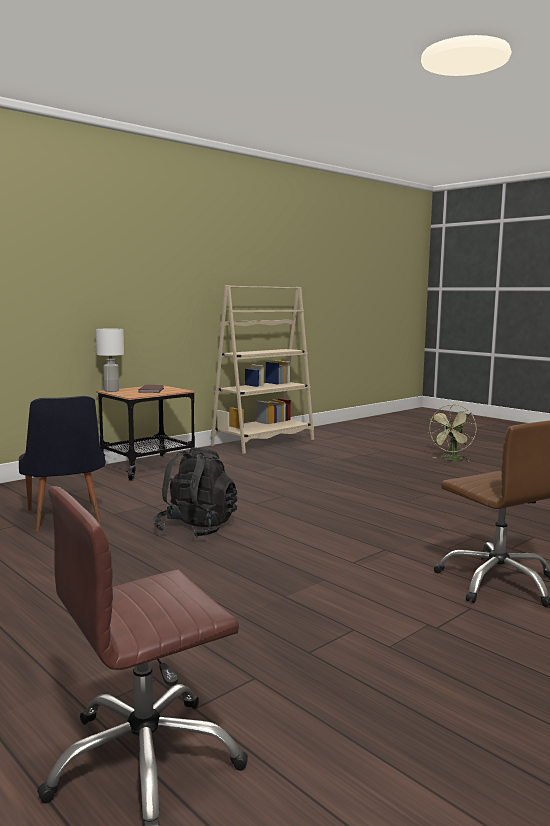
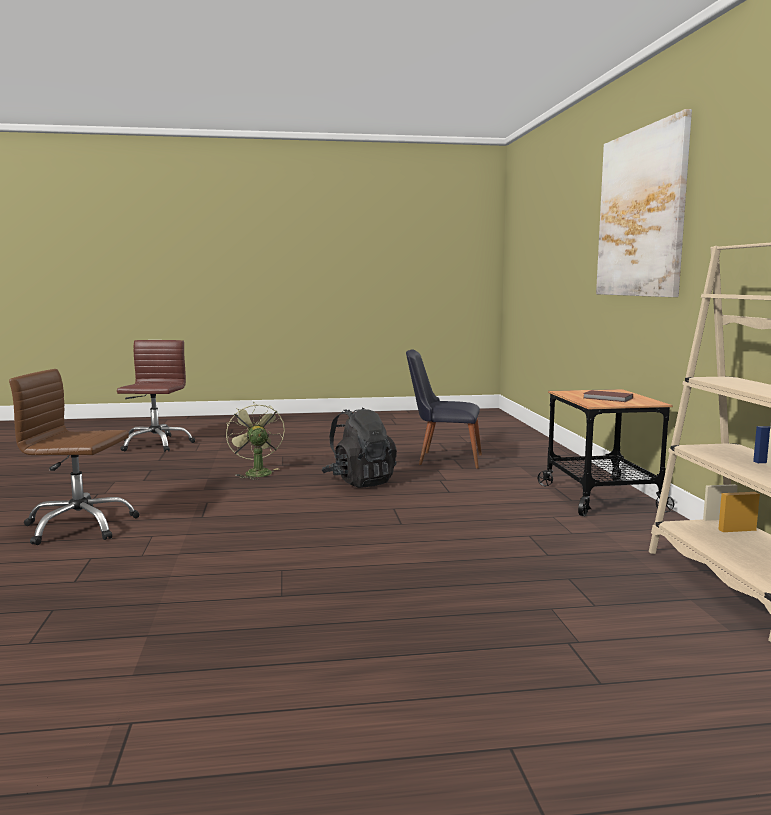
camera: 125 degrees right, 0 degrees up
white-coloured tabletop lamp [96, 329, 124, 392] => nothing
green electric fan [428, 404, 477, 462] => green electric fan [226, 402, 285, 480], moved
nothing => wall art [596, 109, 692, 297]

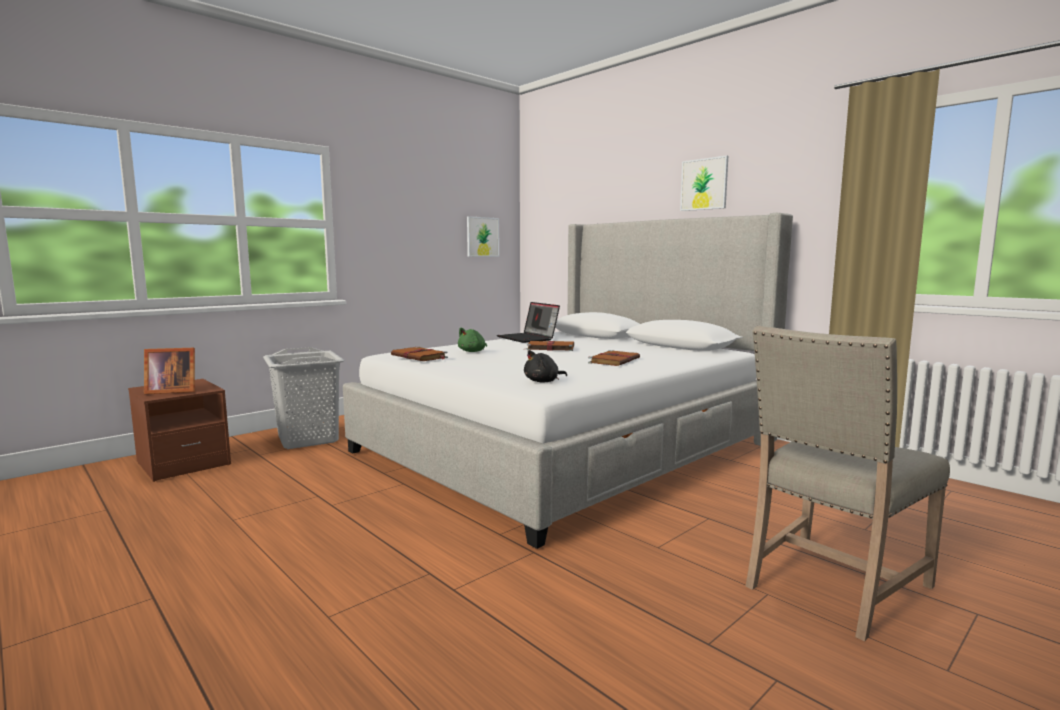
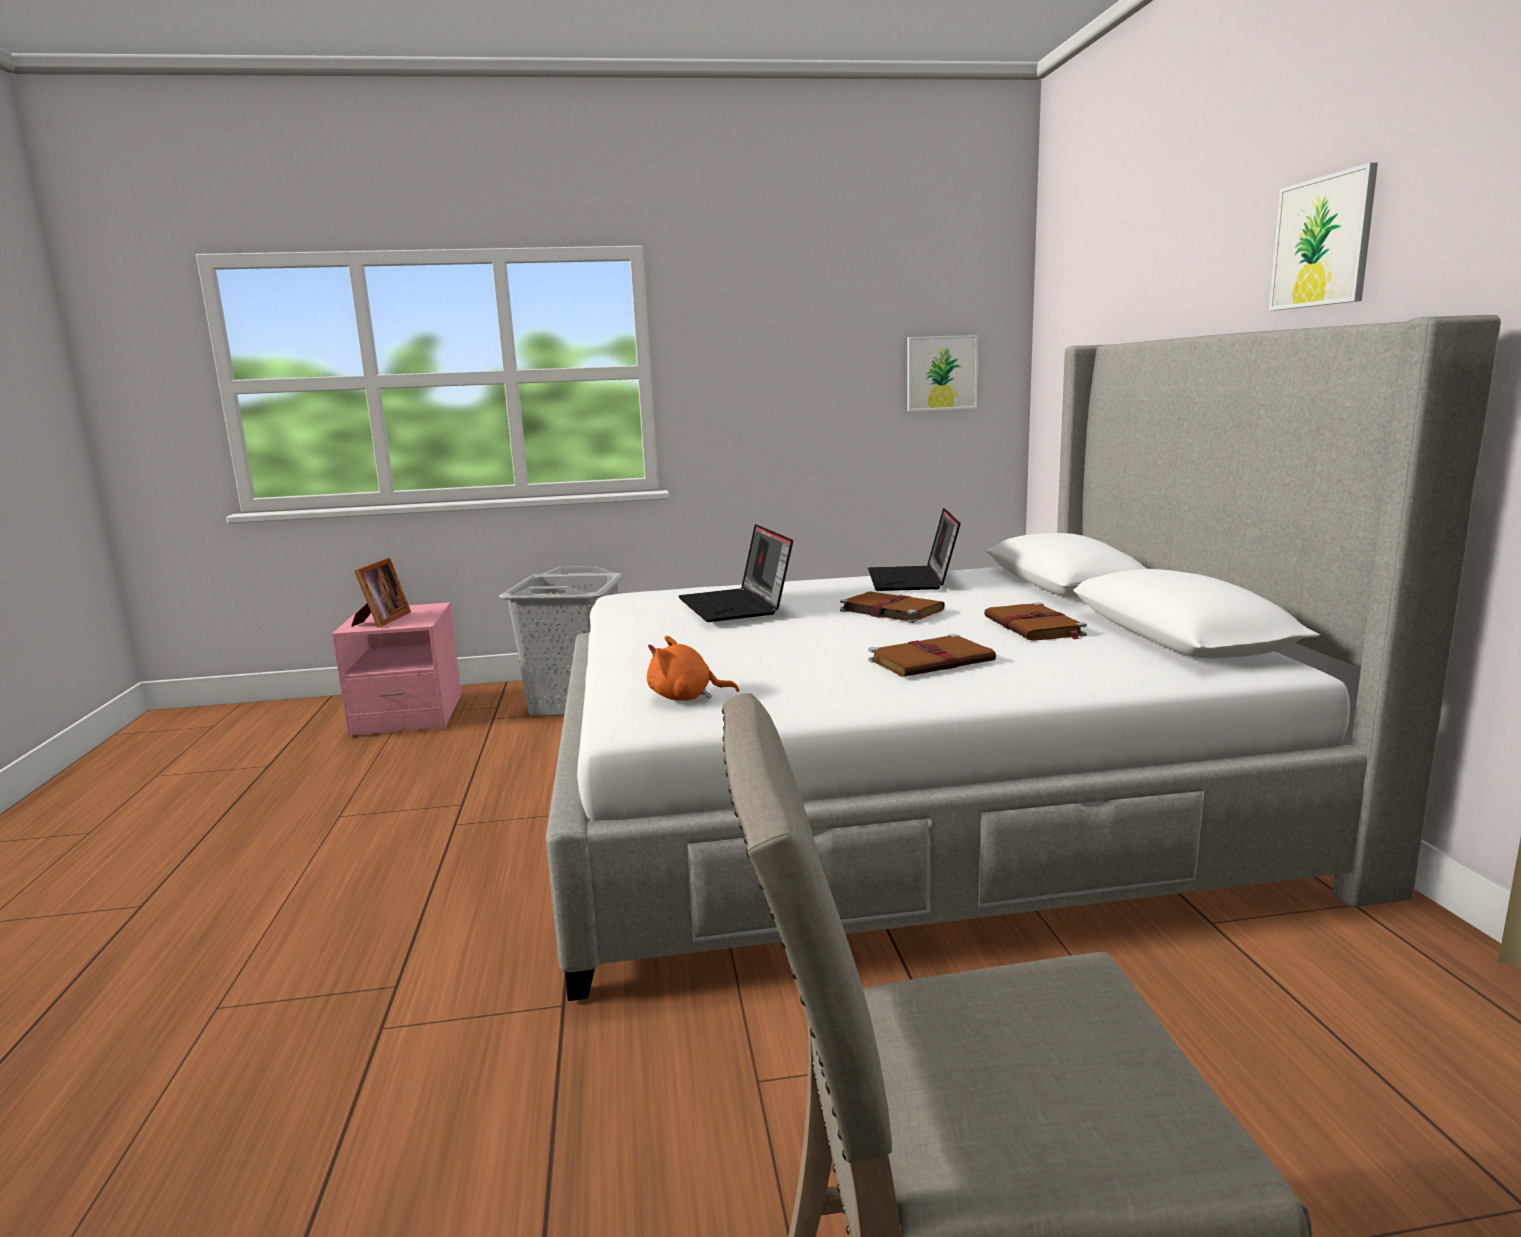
camera: 35 degrees right, 5 degrees up
green plush toy [458, 328, 487, 352] => notebook computer [678, 524, 793, 622]
brown bound book [391, 346, 448, 361] => brown bound book [984, 603, 1087, 641], moved
standing frame [144, 348, 195, 394] => standing frame [351, 558, 411, 628], 105 degrees counterclockwise
blackish plush toy [524, 350, 567, 382] => orange plush toy [647, 636, 739, 701]
brown night table [128, 379, 231, 482] => pink-coloured night table [332, 602, 461, 736]

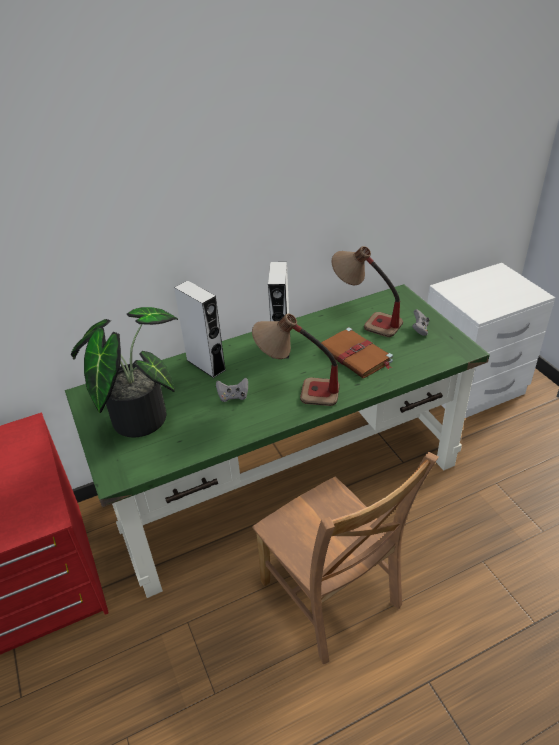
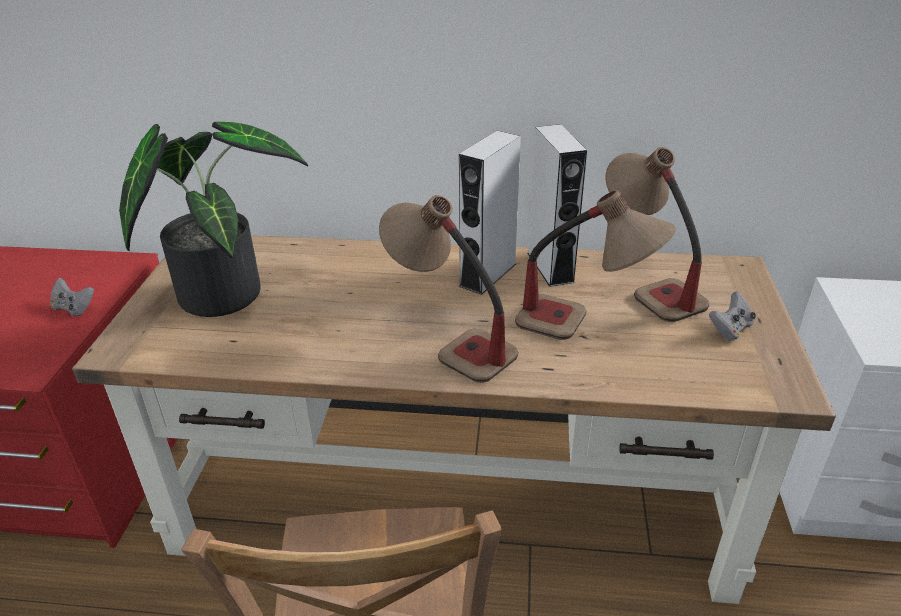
camera: 30 degrees right, 5 degrees down
grey speaker [174, 280, 226, 378] => grey speaker [528, 124, 587, 287], moved
green desk unit [65, 284, 490, 598] => brown desk unit [72, 235, 836, 604]
brown bound book [321, 327, 393, 378] => tabletop lamp [515, 190, 676, 340]
grey gamepad [216, 378, 248, 402] => grey gamepad [50, 278, 94, 316], moved

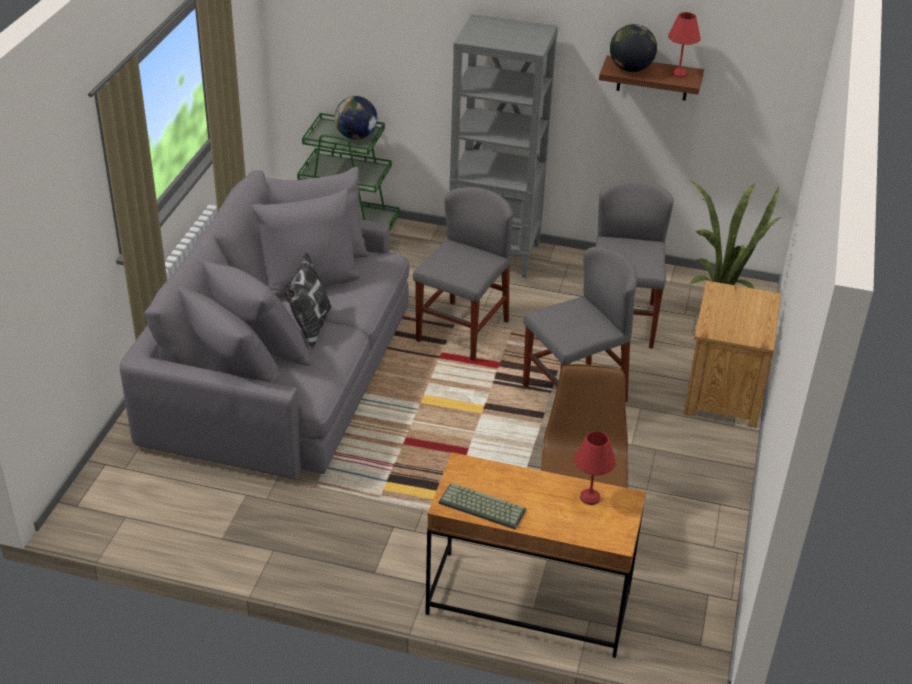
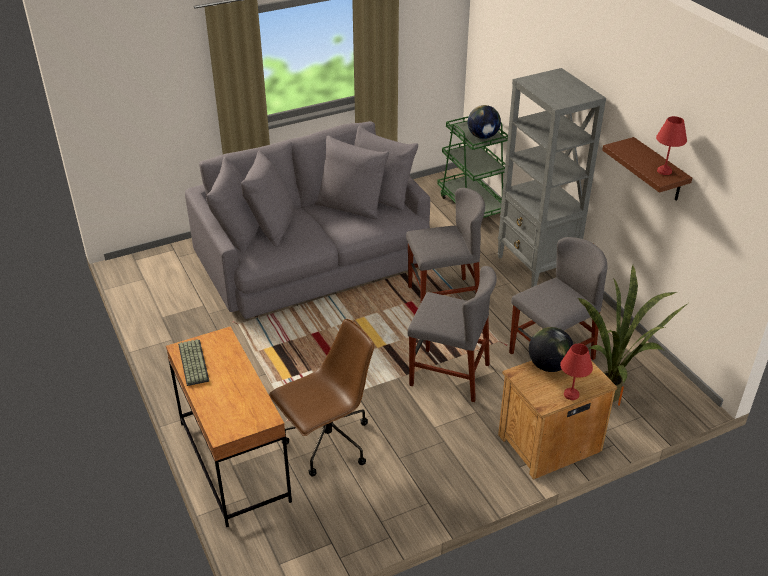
camera: 50 degrees right, 0 degrees up
world globe [610, 24, 657, 72] => world globe [529, 327, 574, 372], moved
throw pillow [283, 252, 331, 349] => nothing
red-coloured tabletop lamp [574, 431, 616, 505] => red-coloured tabletop lamp [560, 344, 593, 400], moved

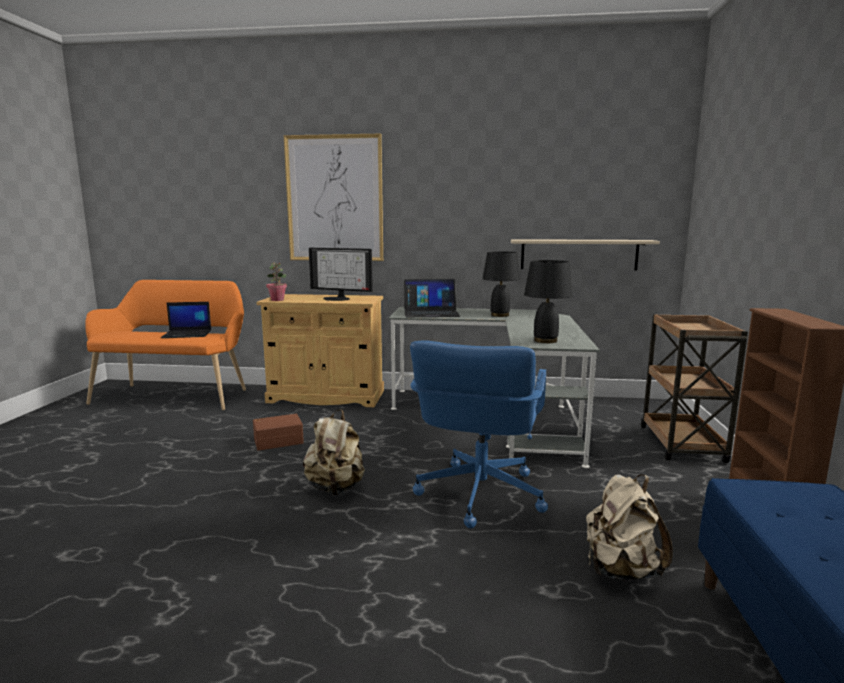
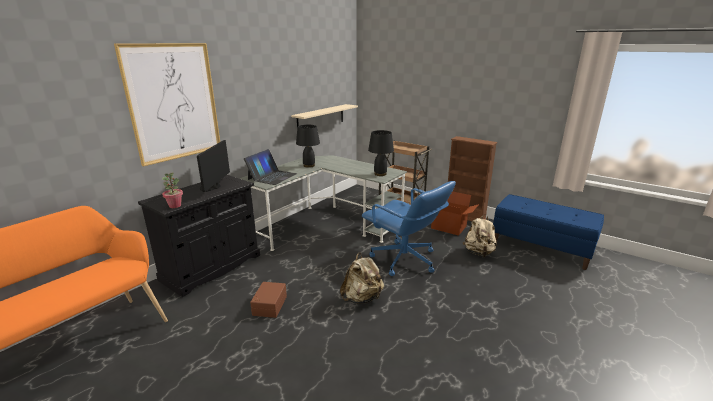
camera: 60 degrees left, 10 degrees up
monitor [309, 248, 373, 301] => monitor [197, 140, 230, 192], 135 degrees clockwise
beige cabinet [257, 294, 384, 407] => blackish cabinet [138, 175, 260, 297]
notebook computer [161, 302, 211, 338] => nothing
nothing => packing box [431, 191, 479, 236]

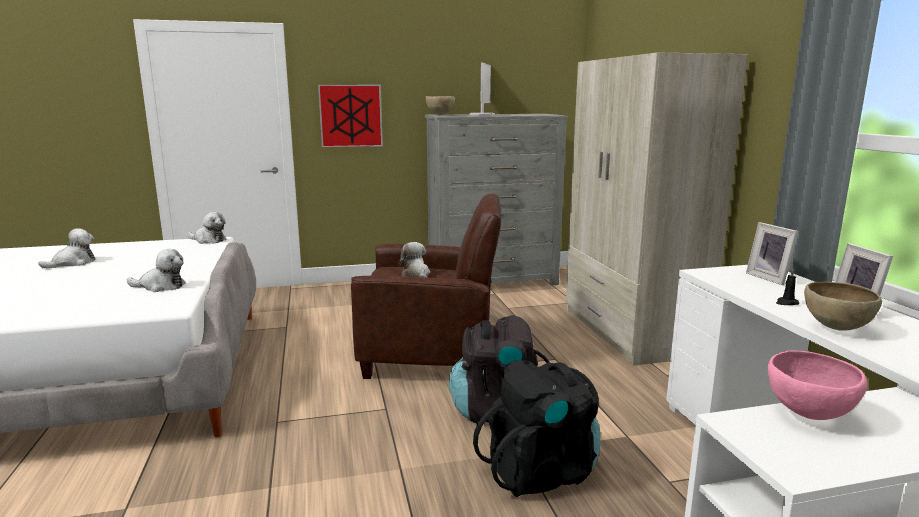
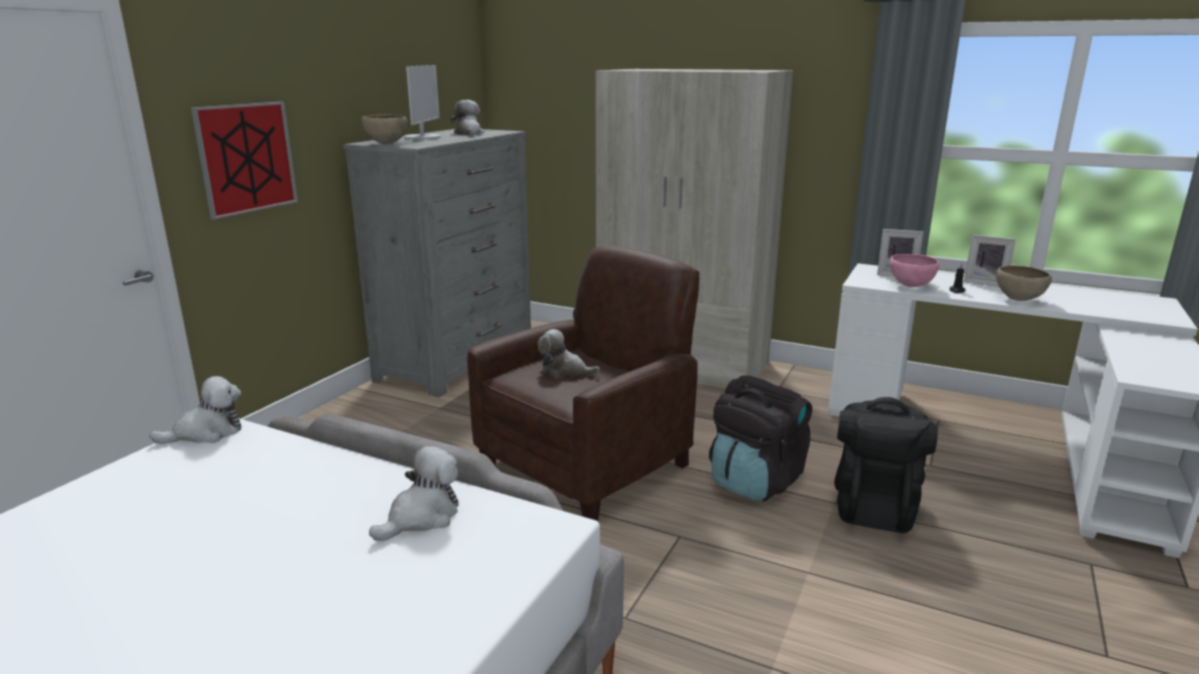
camera: 50 degrees left, 5 degrees up
monitor [470, 62, 495, 115] => monitor [404, 65, 441, 140], 45 degrees clockwise
plush toy [38, 228, 95, 269] => plush toy [450, 100, 484, 136], moved
pink-coloured serving bowl [768, 351, 868, 420] => pink-coloured serving bowl [890, 254, 940, 287], moved

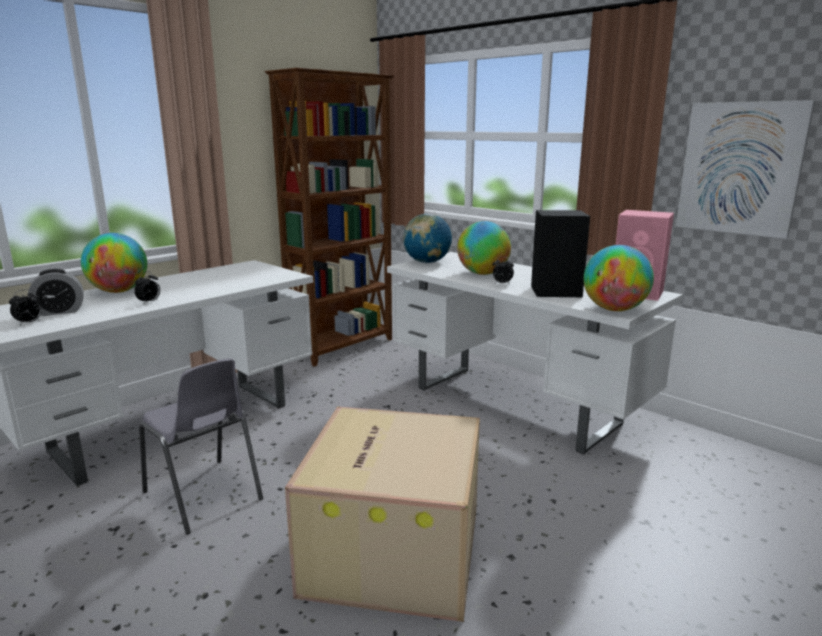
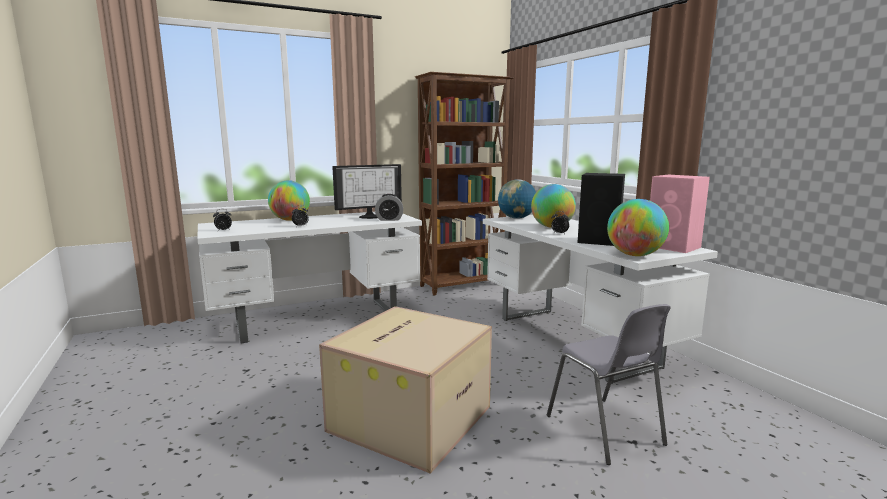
camera: 20 degrees right, 5 degrees down
wall art [676, 100, 815, 239] => nothing
alarm clock [28, 269, 84, 316] => alarm clock [375, 194, 403, 221], moved
grey upright chair [139, 358, 263, 535] => grey upright chair [547, 304, 671, 465], moved
nothing => monitor [332, 164, 402, 219]

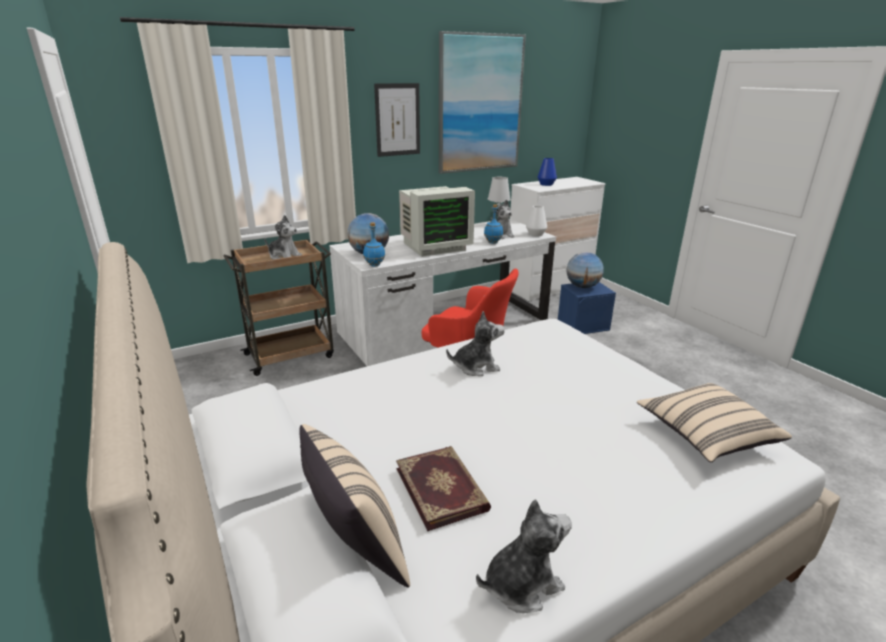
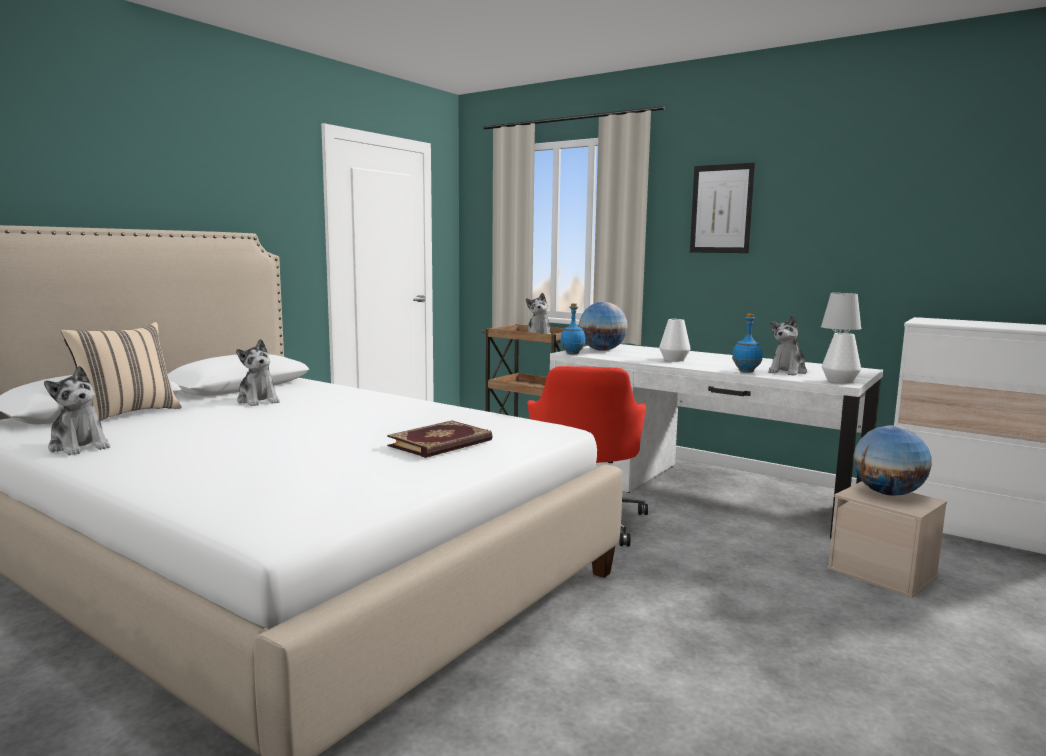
camera: 65 degrees right, 15 degrees down
wall art [439, 31, 526, 174] => nothing
blue vase [537, 158, 557, 186] => nothing
monitor [399, 186, 475, 257] => white-coloured vase [659, 319, 691, 361]
blue storage bin [558, 282, 616, 334] => beige storage bin [827, 481, 947, 598]
plush toy [446, 311, 505, 376] => plush toy [236, 339, 280, 406], moved
beige throw pillow [637, 383, 792, 462] => nothing
bound book [396, 446, 491, 531] => bound book [387, 420, 493, 458], moved

